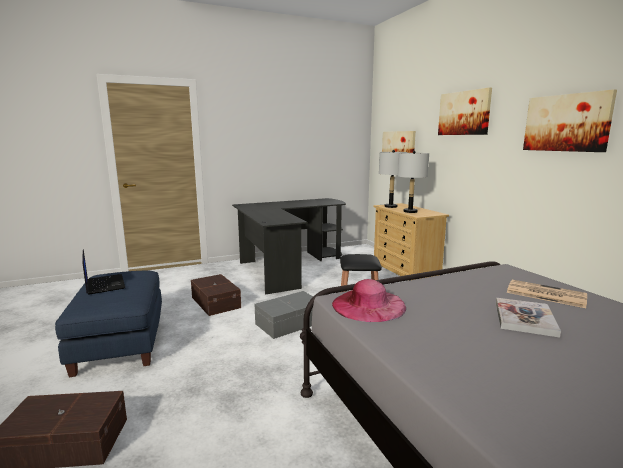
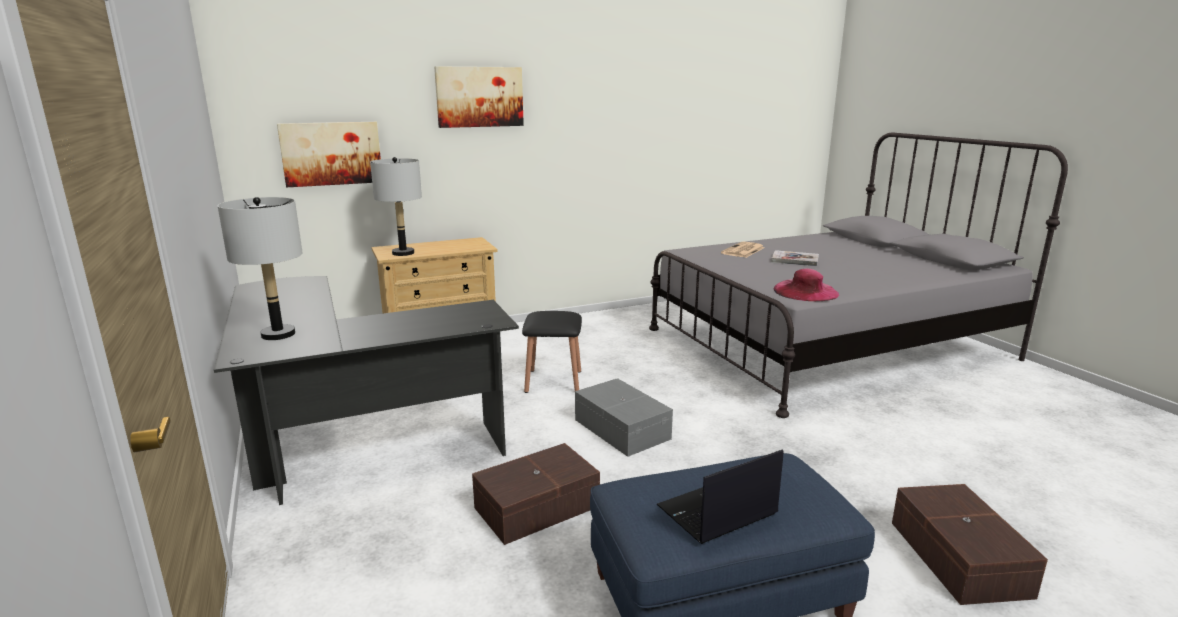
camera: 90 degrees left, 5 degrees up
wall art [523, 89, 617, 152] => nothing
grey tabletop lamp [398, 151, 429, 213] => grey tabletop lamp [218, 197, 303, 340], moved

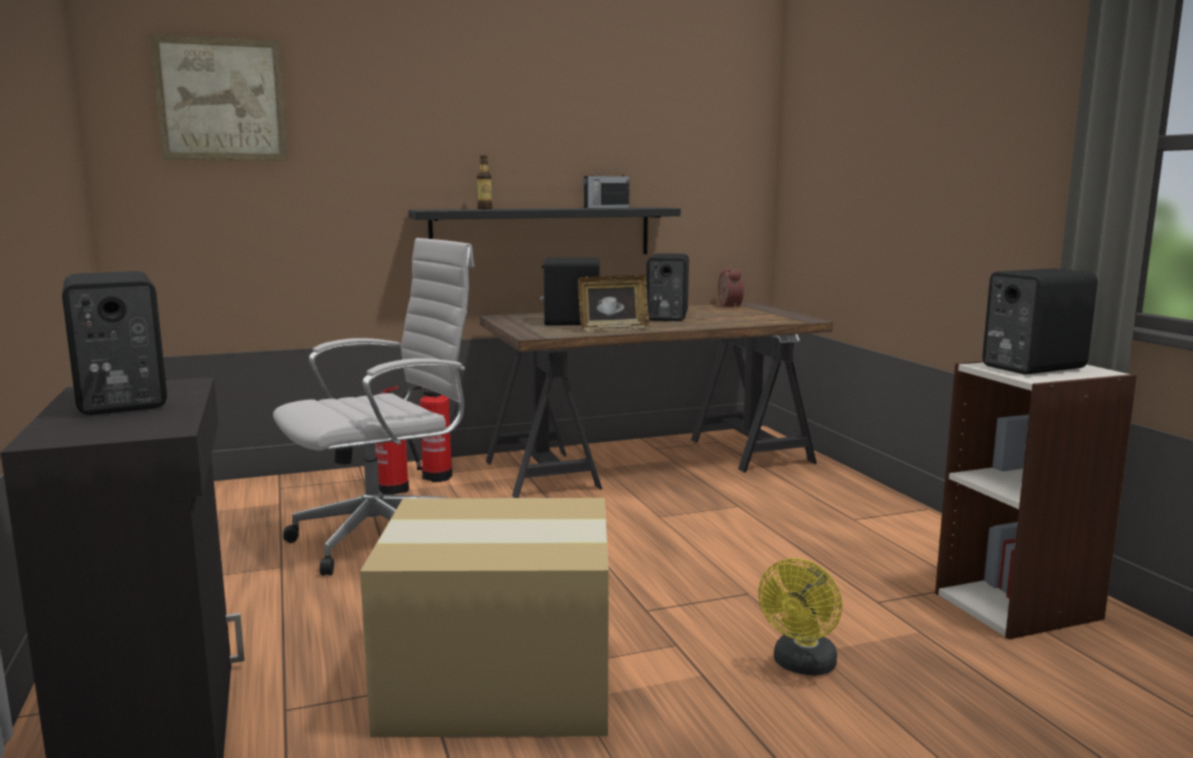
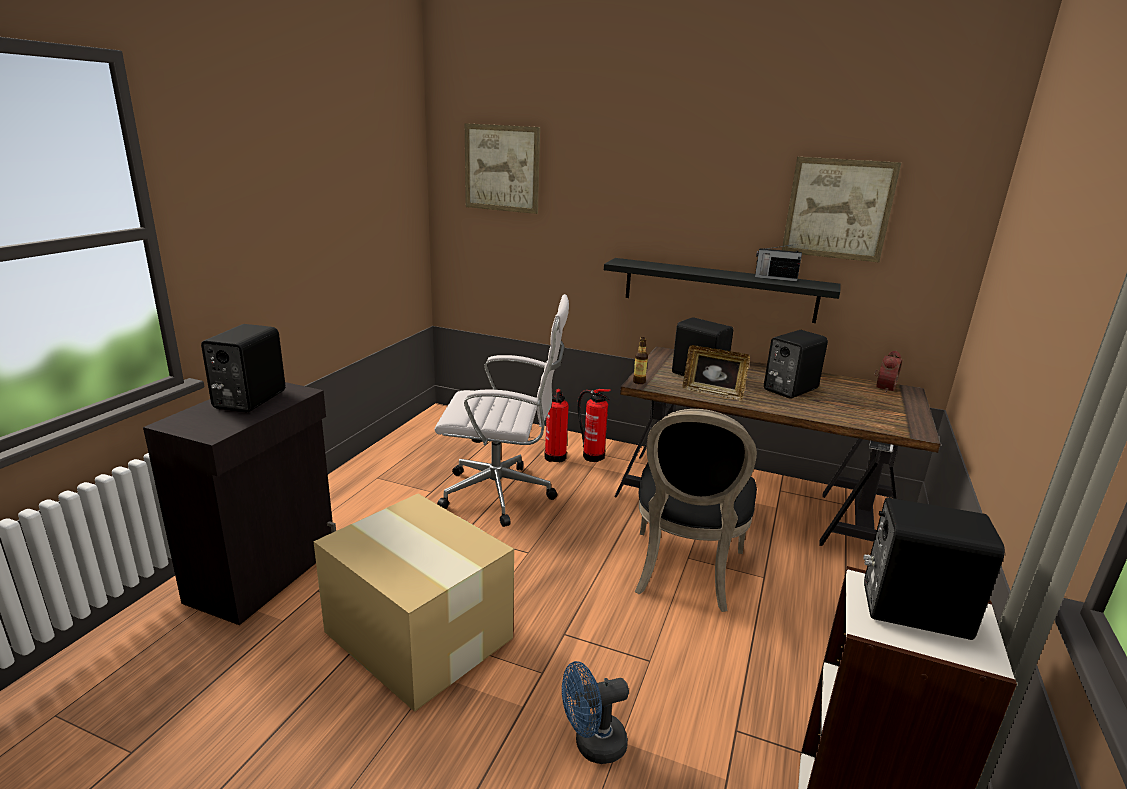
camera: 40 degrees right, 10 degrees up
bottle [477, 155, 492, 209] => bottle [633, 337, 648, 384], moved
yellow electric fan [758, 558, 842, 676] => blue electric fan [562, 661, 629, 764]
nothing => wall art [782, 157, 901, 262]
nothing => blackish upright chair [635, 409, 757, 612]

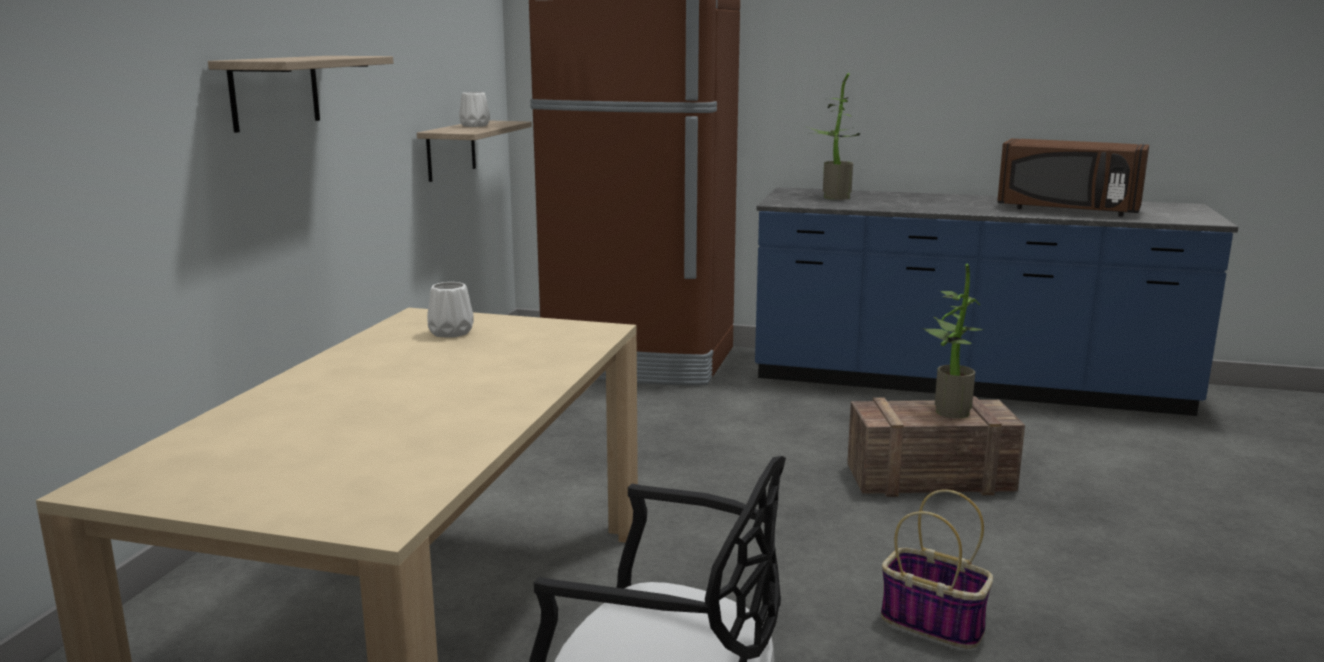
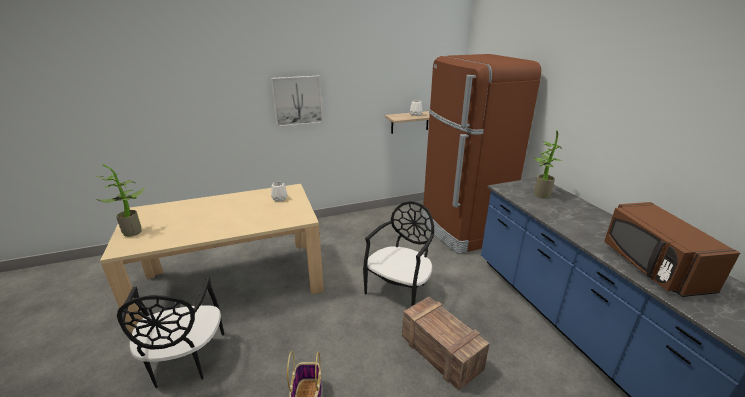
camera: 55 degrees right, 10 degrees up
shelf [208, 56, 394, 133] => wall art [271, 76, 323, 127]
plant in a pot [921, 263, 983, 418] => plant in a pot [95, 164, 145, 237], moved
nothing => blackish upright chair [363, 201, 434, 306]

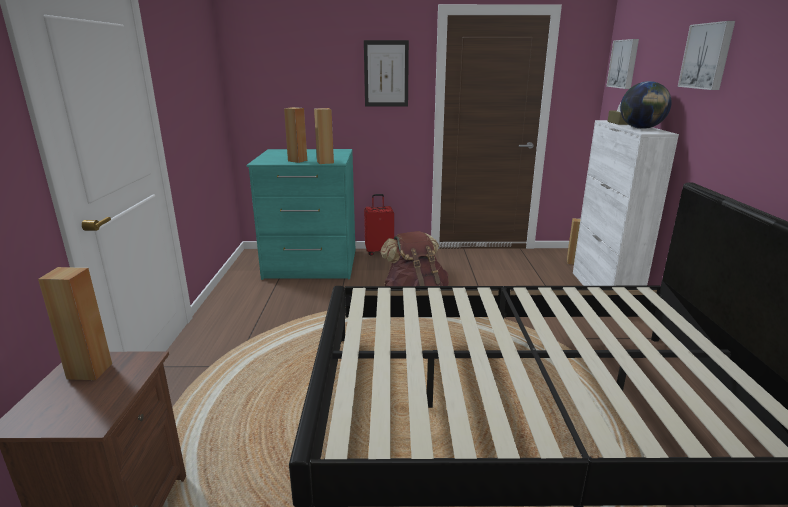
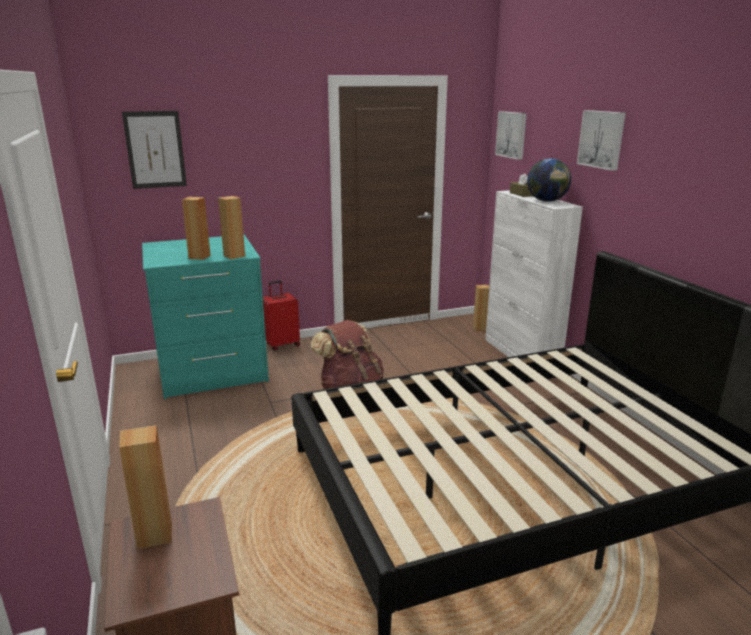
camera: 20 degrees left, 0 degrees up
wall art [364, 40, 409, 107] => wall art [122, 111, 187, 189], moved

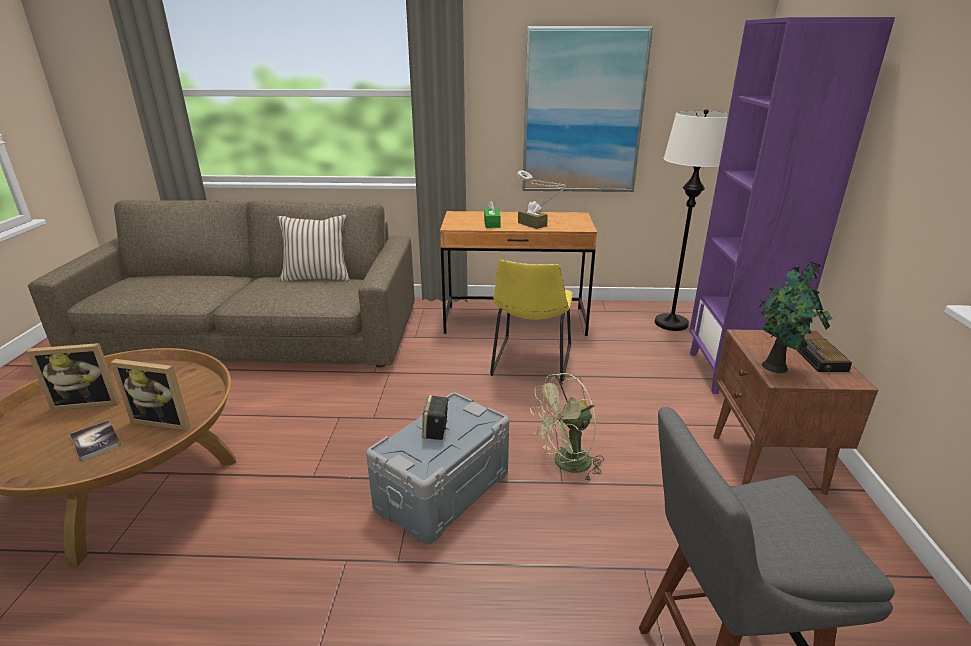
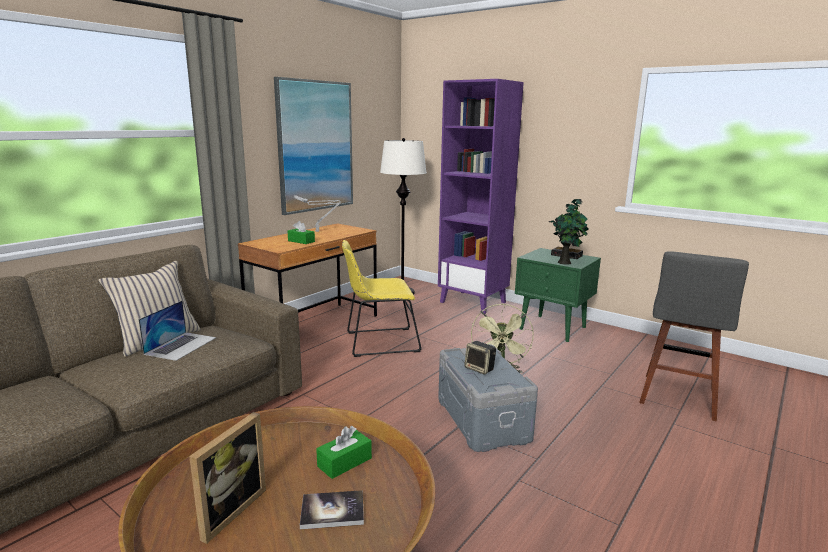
camera: 55 degrees left, 10 degrees down
brown tissue holder [518, 201, 548, 229] => nothing
yellow upright chair [490, 259, 573, 385] => yellow upright chair [342, 240, 422, 357], 120 degrees clockwise
brown night table [713, 329, 878, 495] => green night table [515, 248, 601, 342]
standing frame [110, 359, 191, 431] => green tissue holder [316, 426, 372, 479]
nothing => notebook computer [138, 301, 216, 361]

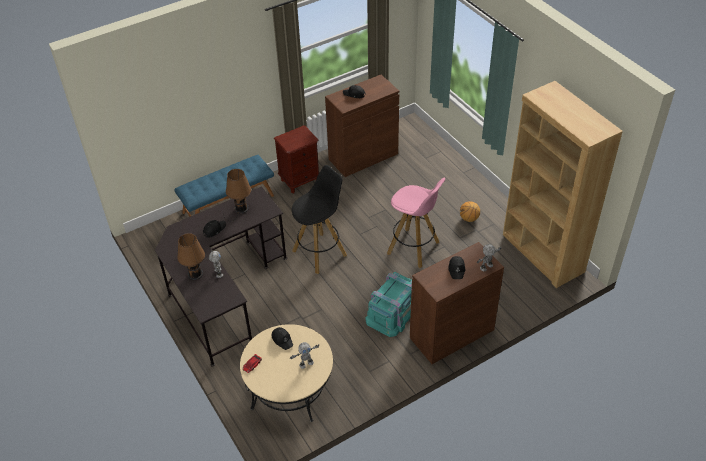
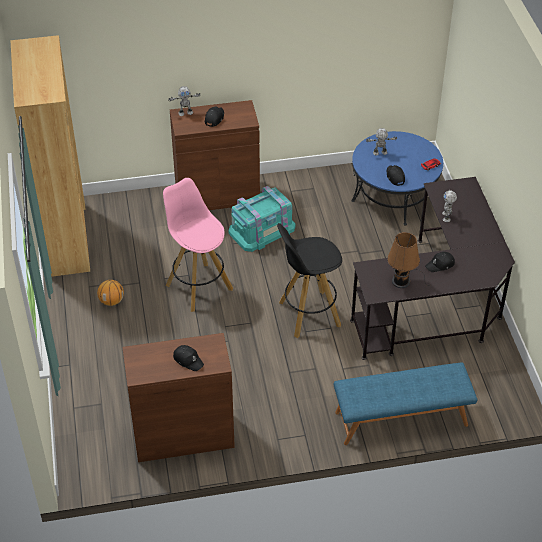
camera: 160 degrees left, 0 degrees up
brown night table [274, 125, 319, 193] => nothing
brown tabletop lamp [177, 233, 205, 280] => nothing
beige low table [240, 324, 333, 422] => blue low table [351, 131, 443, 226]

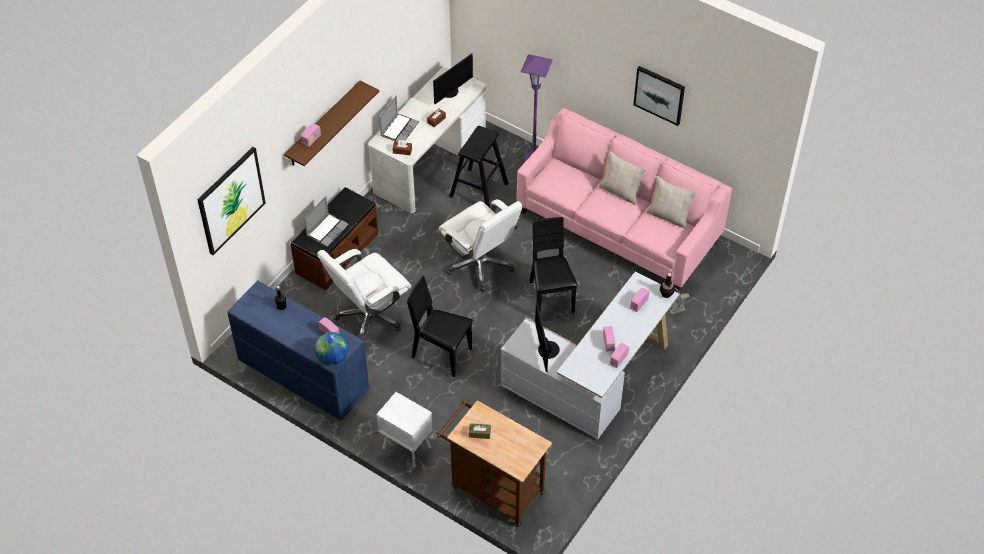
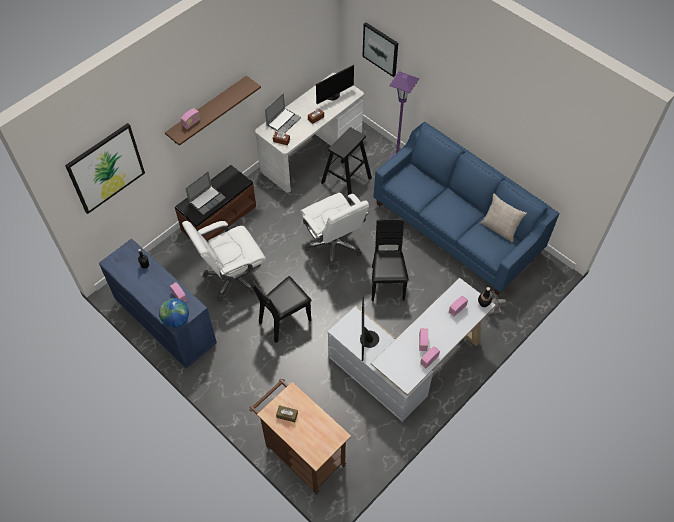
camera: 10 degrees right, 5 degrees up
wall art [633, 66, 685, 126] => wall art [362, 22, 398, 77], moved
pink-coloured settee [516, 108, 733, 293] => blue settee [373, 122, 560, 295]
beige throw pillow [599, 151, 647, 205] => nothing
blackish upright chair [407, 276, 473, 377] => blackish upright chair [252, 276, 312, 343], 75 degrees counterclockwise
white-coloured night table [376, 392, 433, 468] => nothing

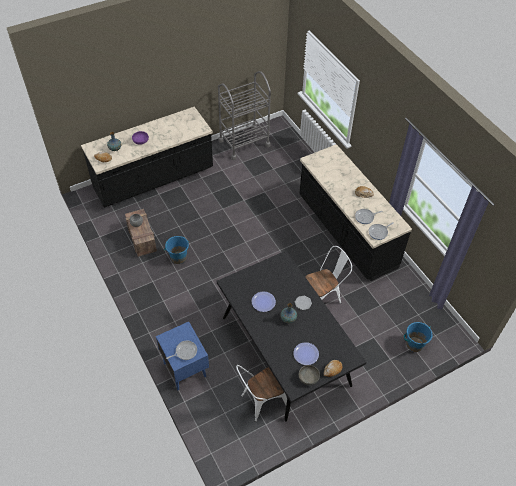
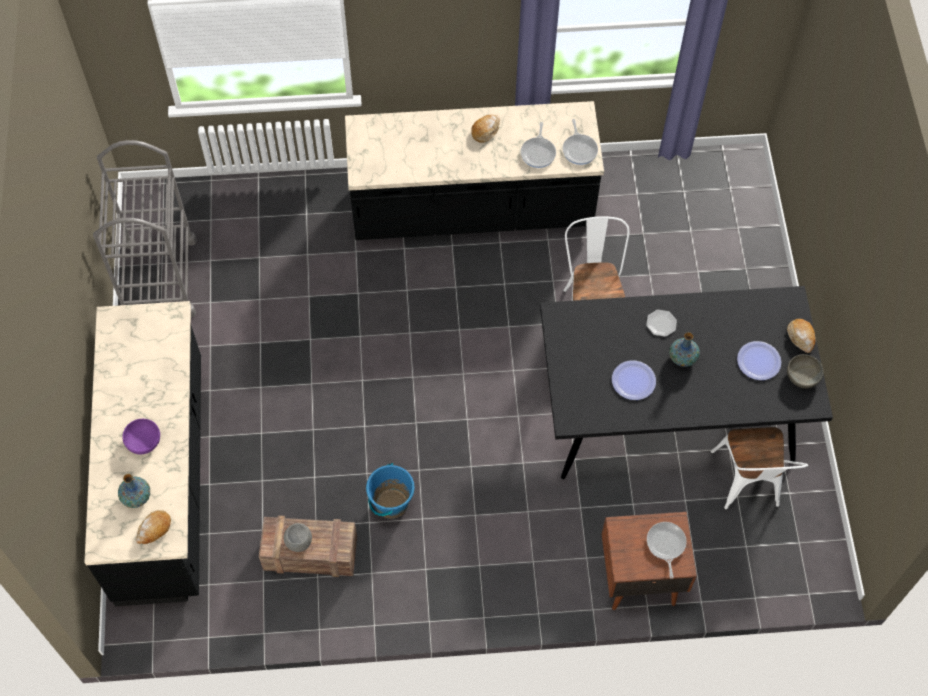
camera: 65 degrees left, 10 degrees up
blue night table [156, 322, 209, 390] => brown night table [601, 512, 697, 610]
blue pail [404, 322, 433, 352] => nothing

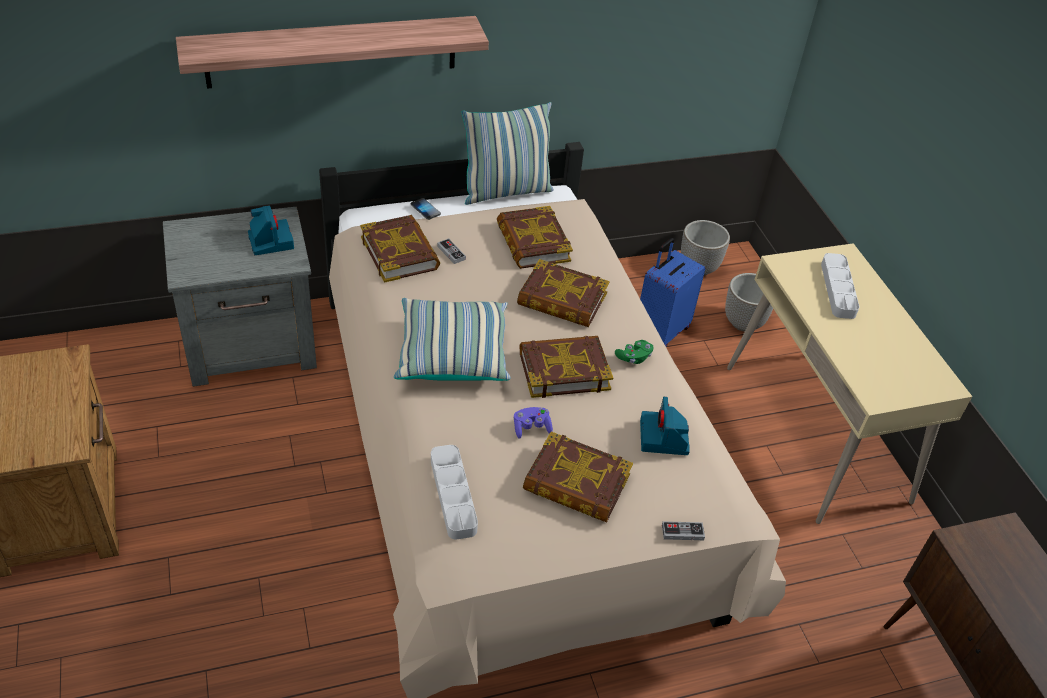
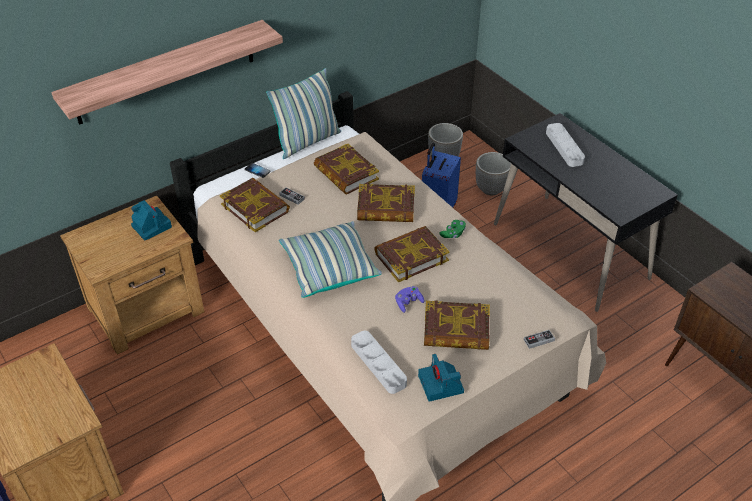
camera: 15 degrees left, 0 degrees up
grey night table [163, 207, 317, 387] => brown night table [60, 196, 204, 355]
beige desk unit [727, 243, 973, 524] => blackish desk unit [494, 113, 678, 312]
still camera [640, 397, 690, 455] => still camera [418, 354, 464, 402], moved

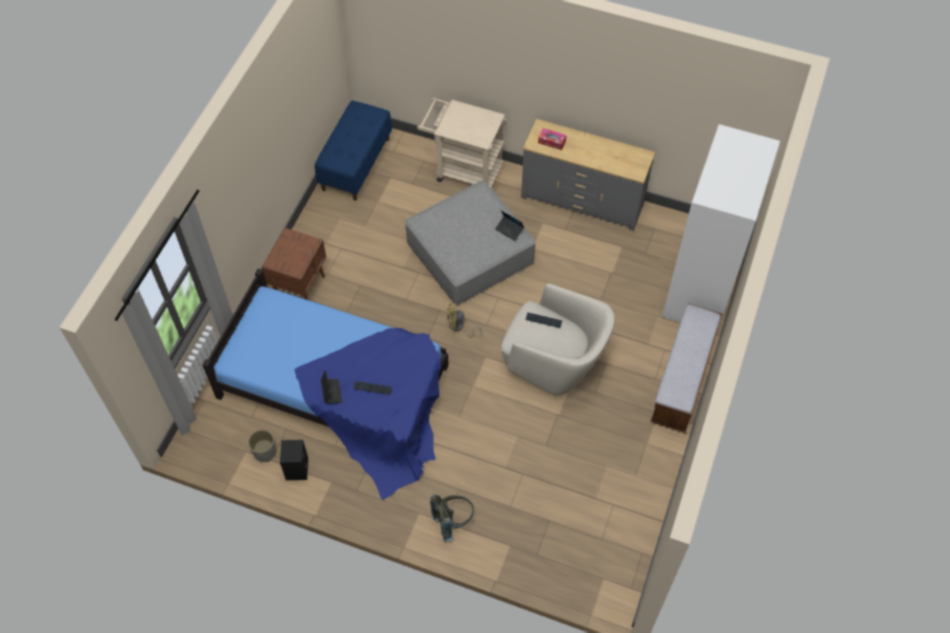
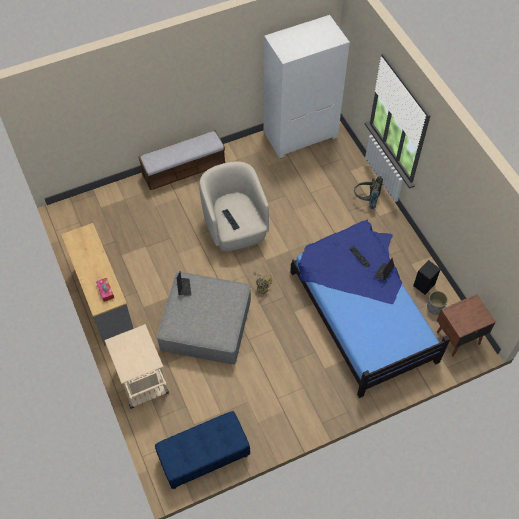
camera: 135 degrees left, 0 degrees up
white-coloured clothes cupboard [662, 124, 780, 329] => white-coloured clothes cupboard [264, 15, 350, 158], moved
brown night table [262, 228, 326, 300] => brown night table [437, 294, 496, 356], moved

